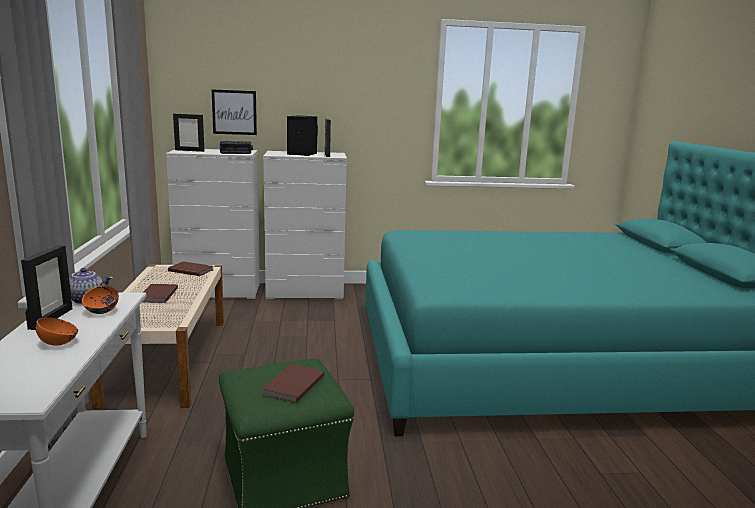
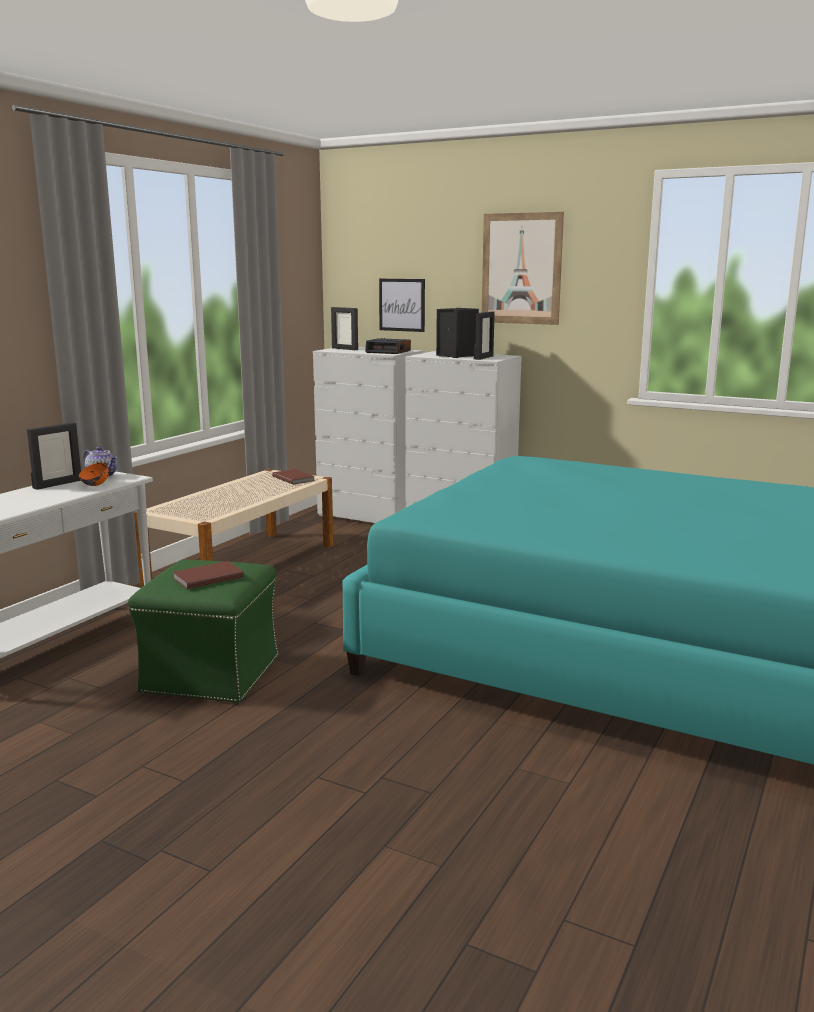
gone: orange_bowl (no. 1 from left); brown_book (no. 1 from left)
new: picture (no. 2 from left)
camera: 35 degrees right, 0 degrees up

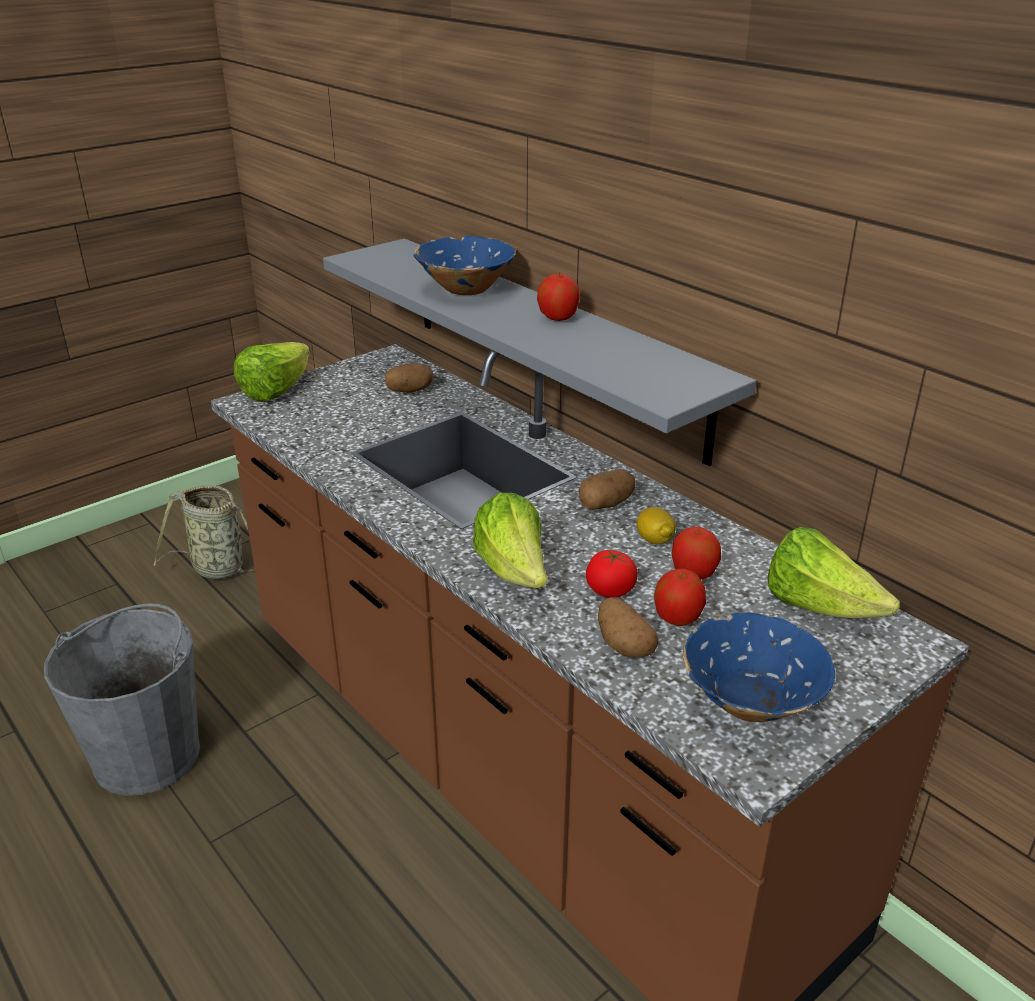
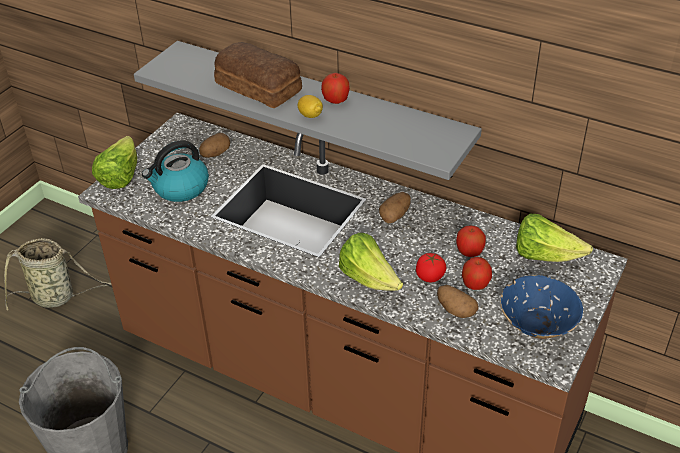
new: kettle
shifted: lemon
swapped: blue_bowl (no. 1 from left) to bread
camera: 20 degrees left, 10 degrees up

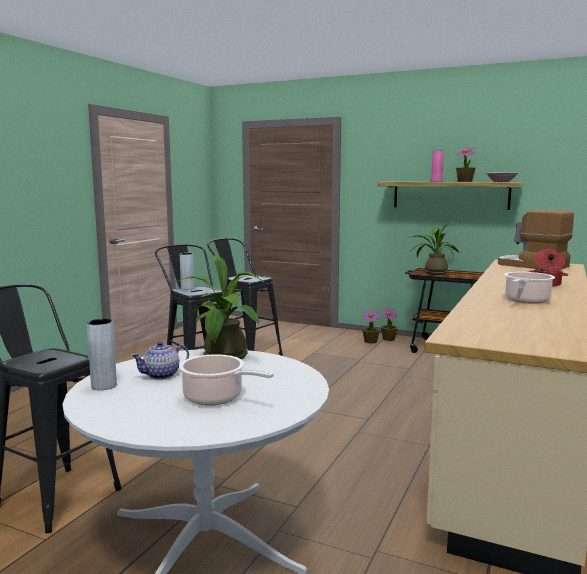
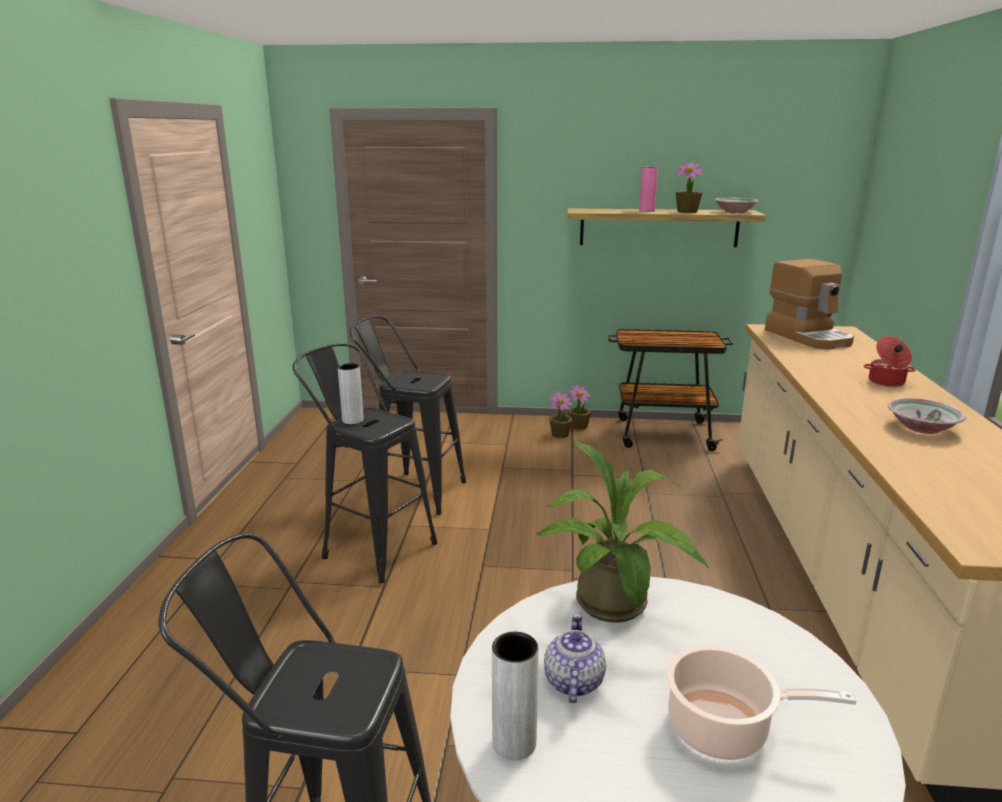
gone: potted_plant (no. 4 from left)
swapped: cooking_pot (no. 2 from left) to bowl (no. 2 from left)
rotated: teapot 150 degrees clockwise; coffee_machine 135 degrees counterclockwise
camera: 20 degrees left, 10 degrees up

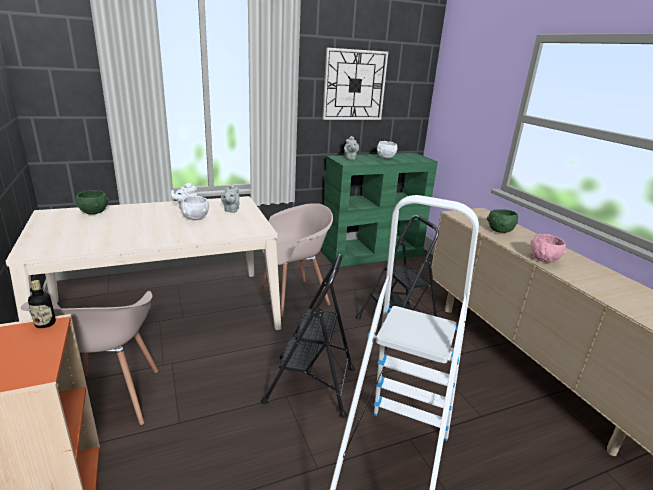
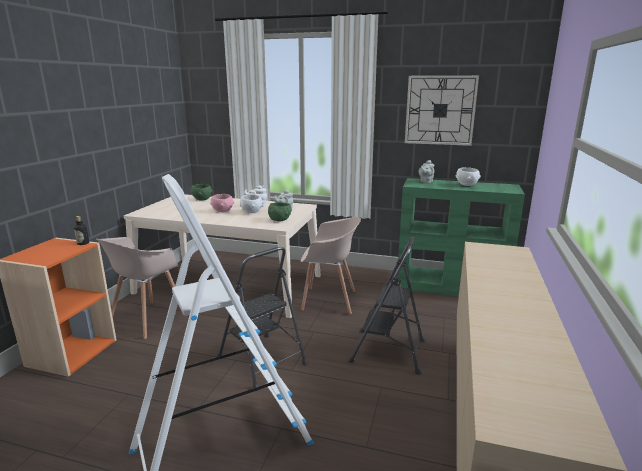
shifted: pink_bowl; green_bowl (no. 2 from left)
camera: 40 degrees right, 5 degrees down

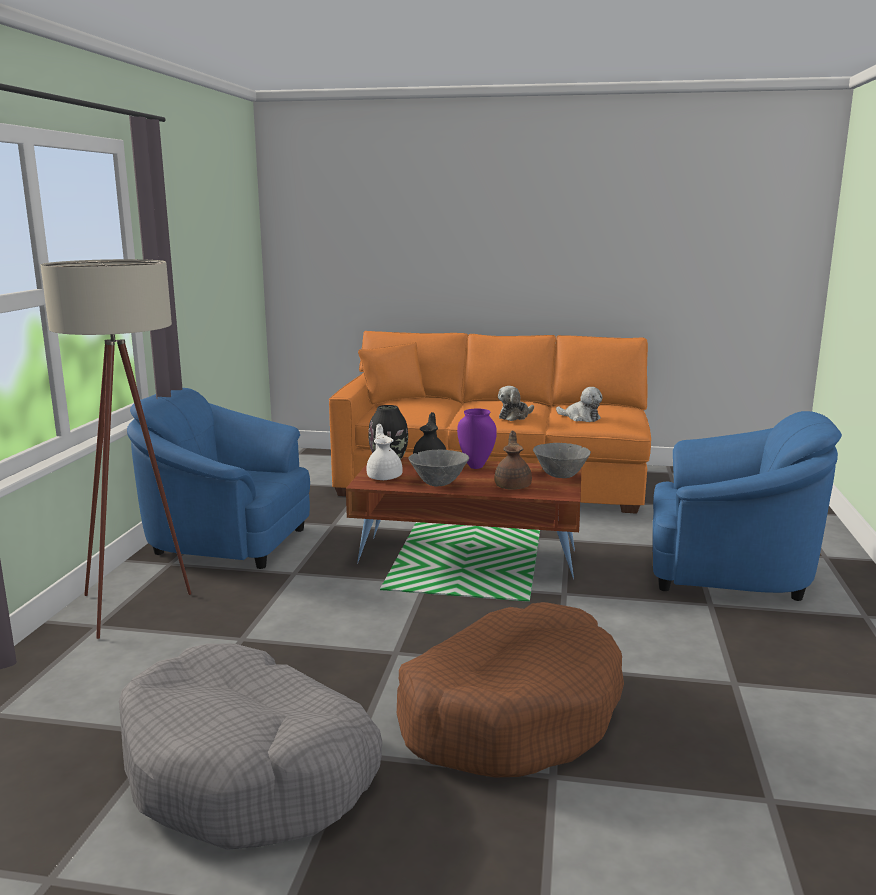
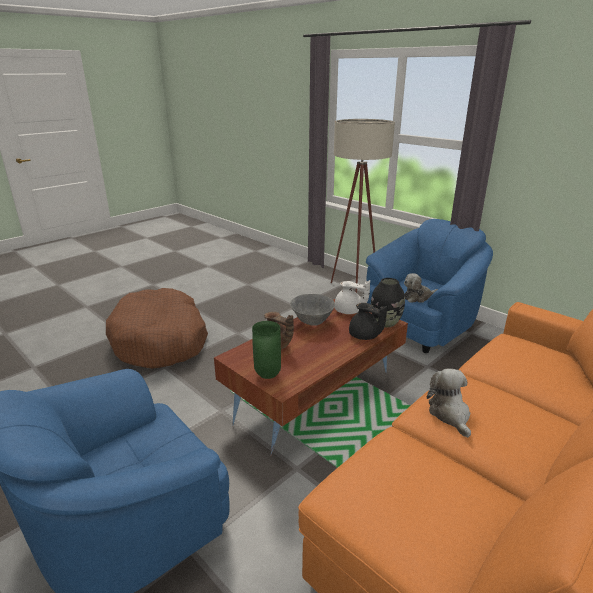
gone: grey_dog_bed; purple_vase
shifted: plush_toy (no. 2 from left in the first image) to plush_toy (no. 1 from left)
swapped: grey_bowl (no. 2 from left) to green_vase
camera: 125 degrees right, 10 degrees up

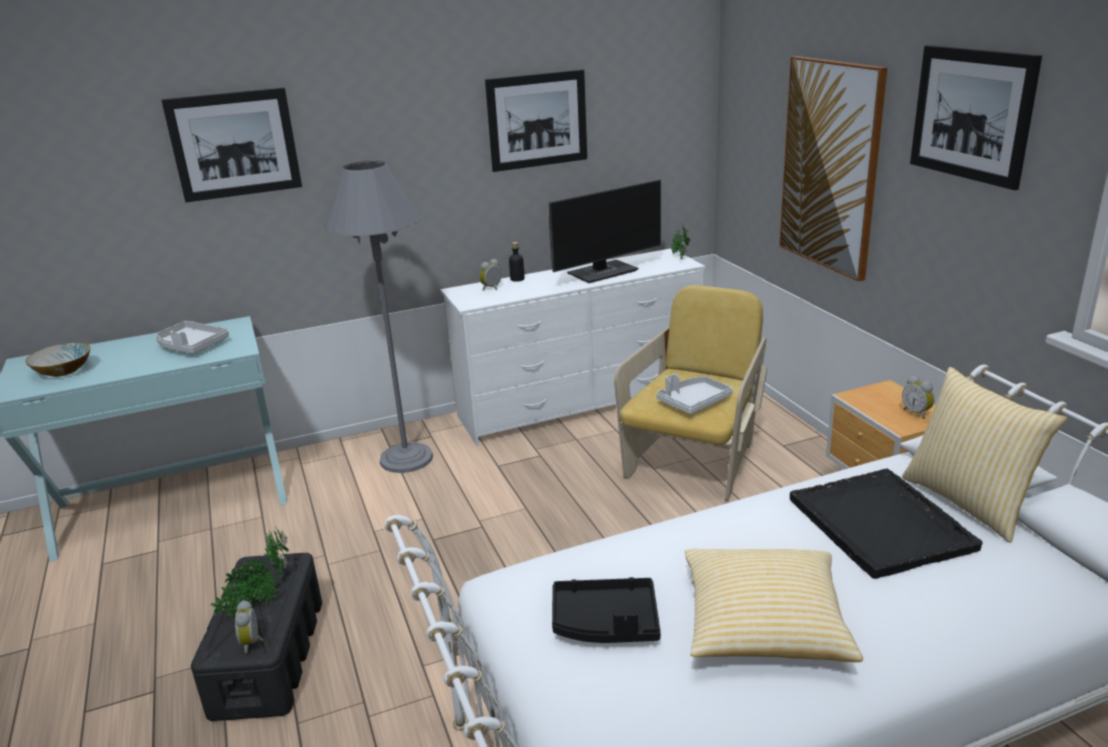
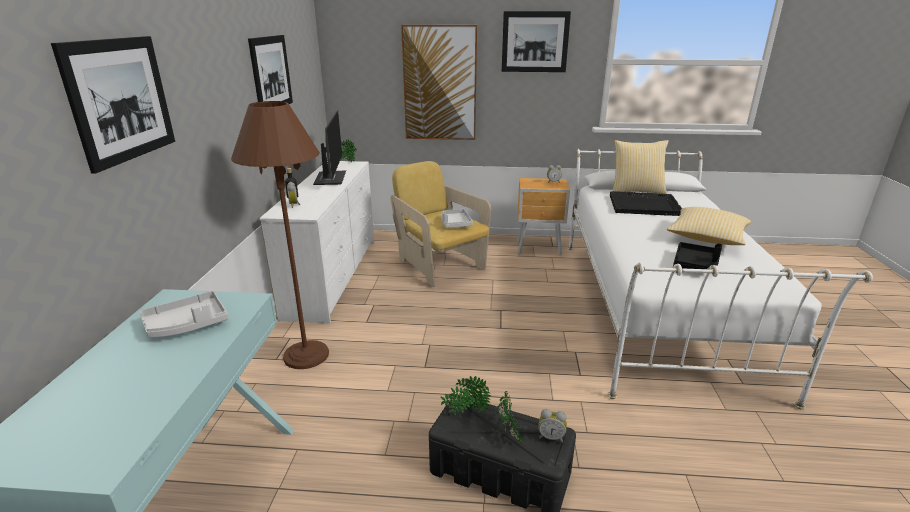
gone: bowl
repainted: grey_floor_lamp to brown_floor_lamp
camera: 65 degrees left, 0 degrees up

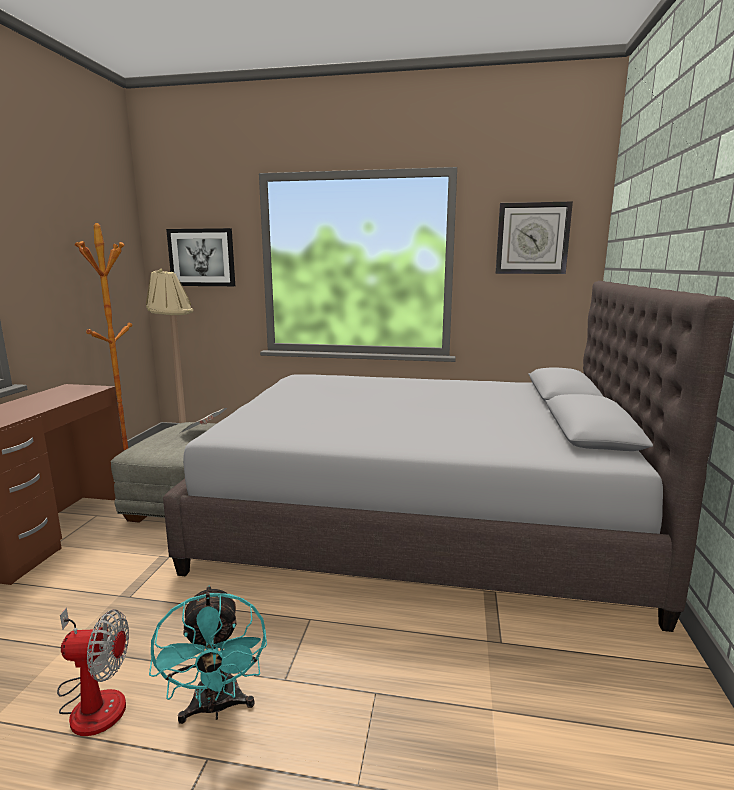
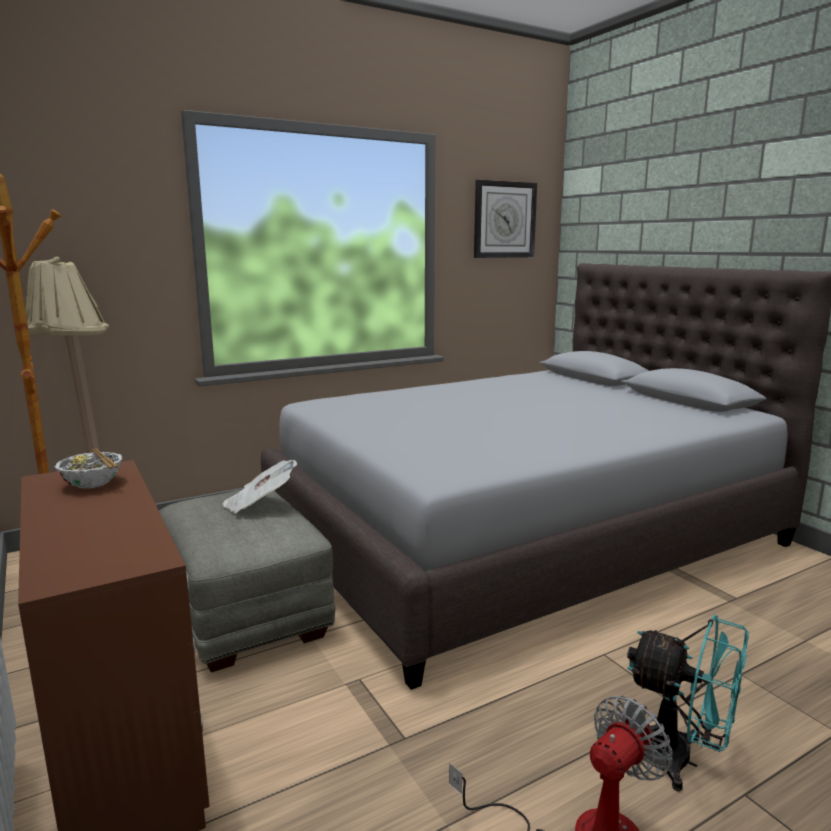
gone: picture
new: bowl
camera: 40 degrees left, 0 degrees up

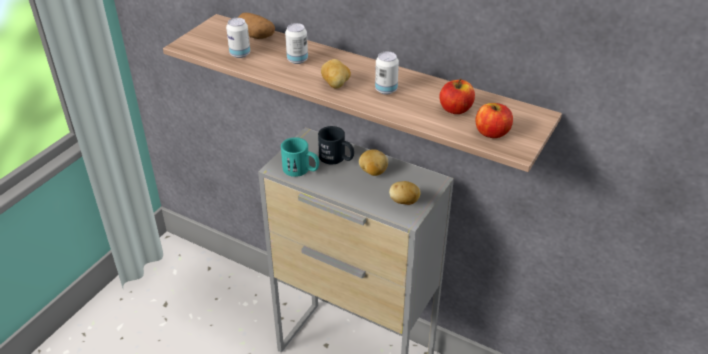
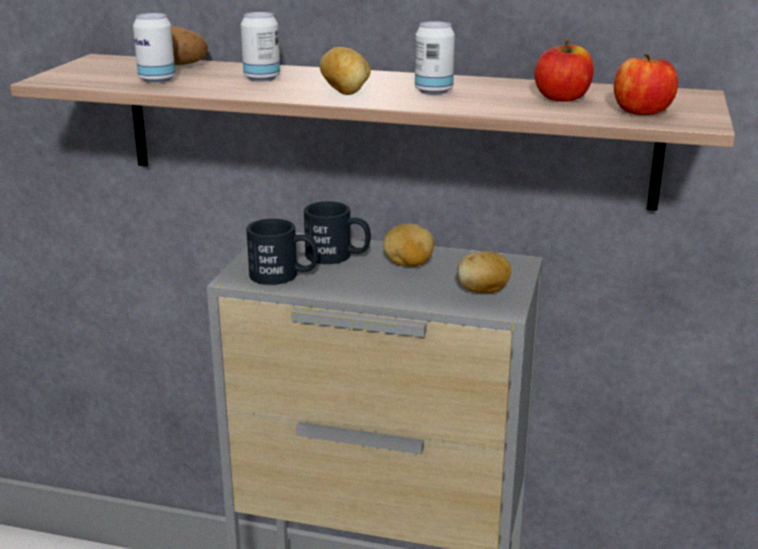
repainted: turquoise_mug to black_mug (no. 1 from left)
camera: 15 degrees left, 15 degrees down

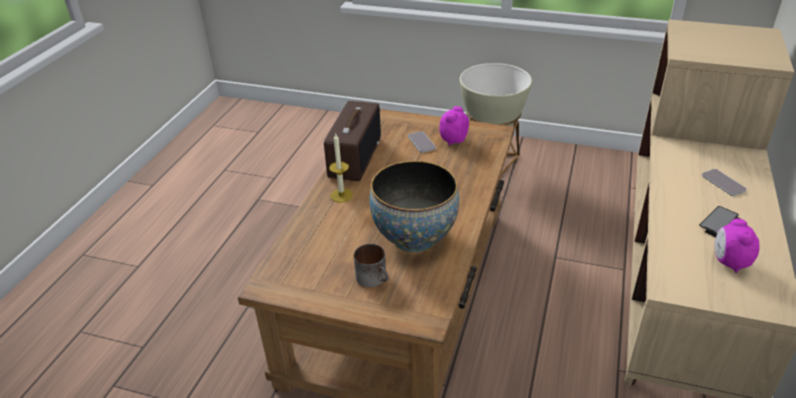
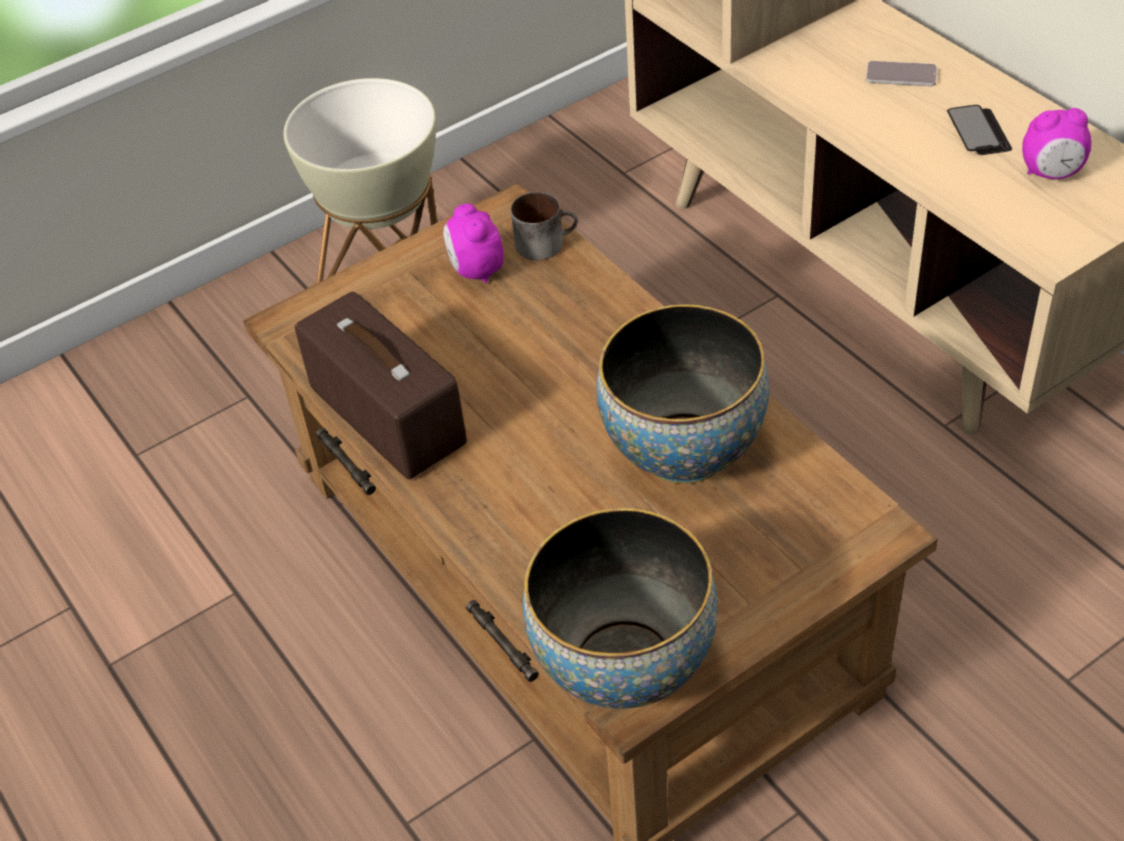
gone: candle; phone (no. 1 from left)
new: bowl (no. 1 from left)
shifted: mug
rotated: alarm_clock (no. 2 from left) 45 degrees counterclockwise
camera: 50 degrees left, 10 degrees up

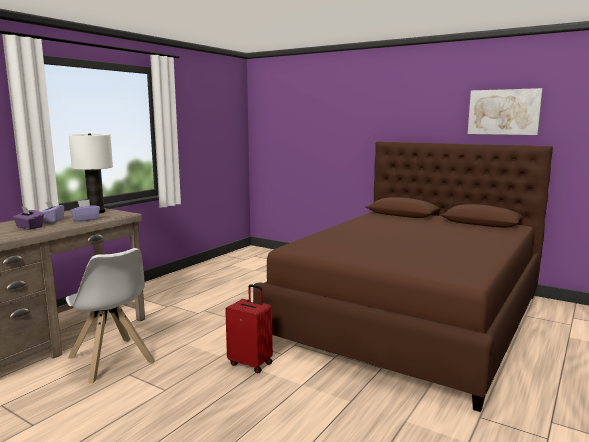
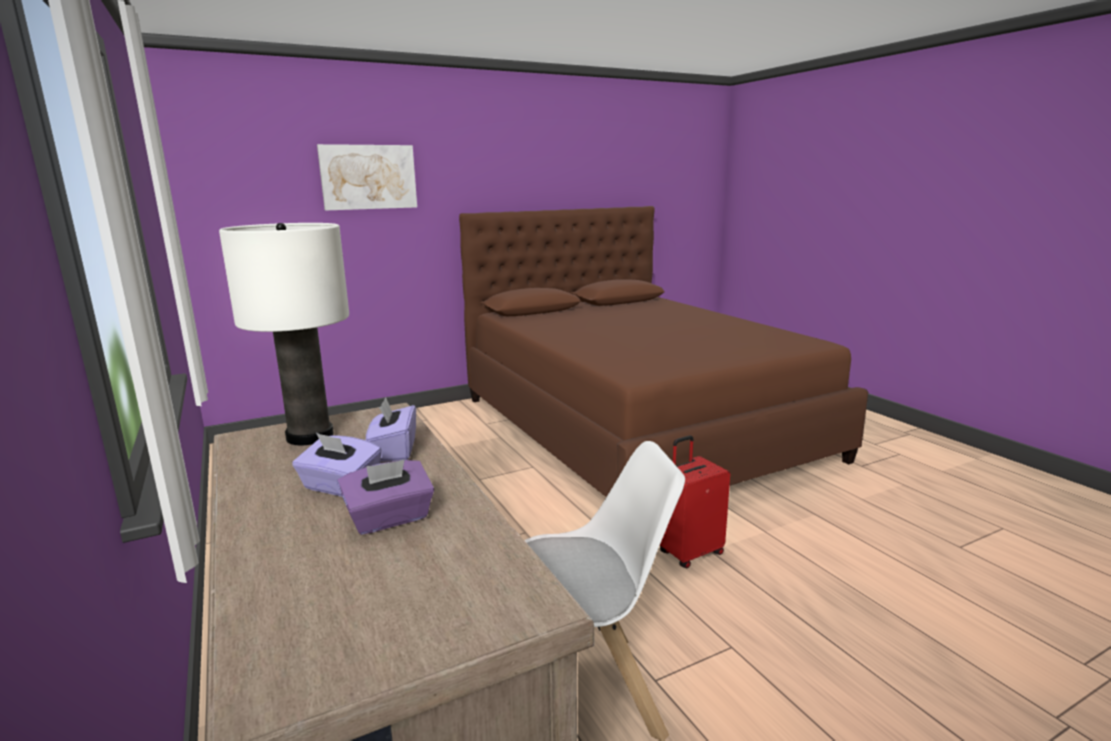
shifted: picture
camera: 60 degrees left, 5 degrees up

